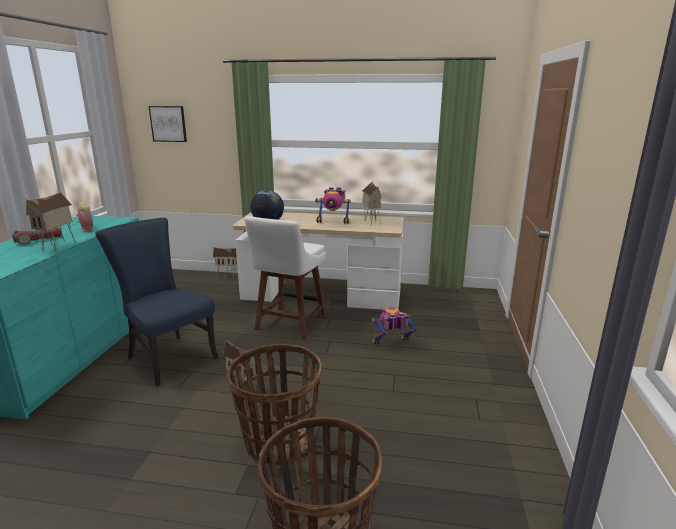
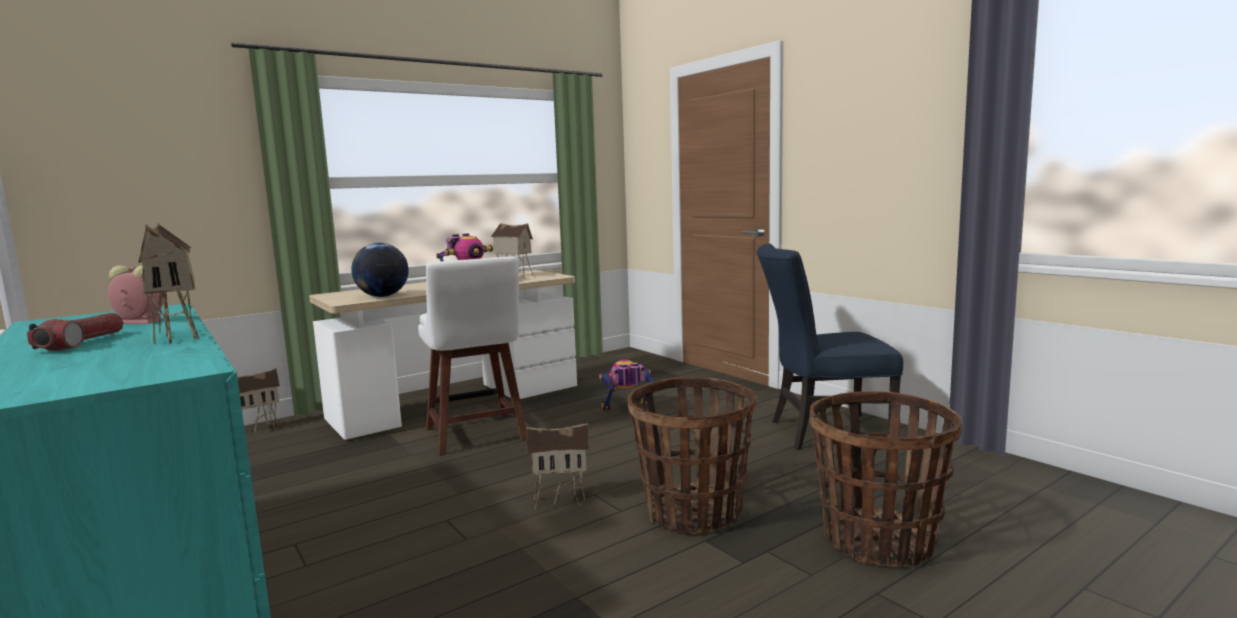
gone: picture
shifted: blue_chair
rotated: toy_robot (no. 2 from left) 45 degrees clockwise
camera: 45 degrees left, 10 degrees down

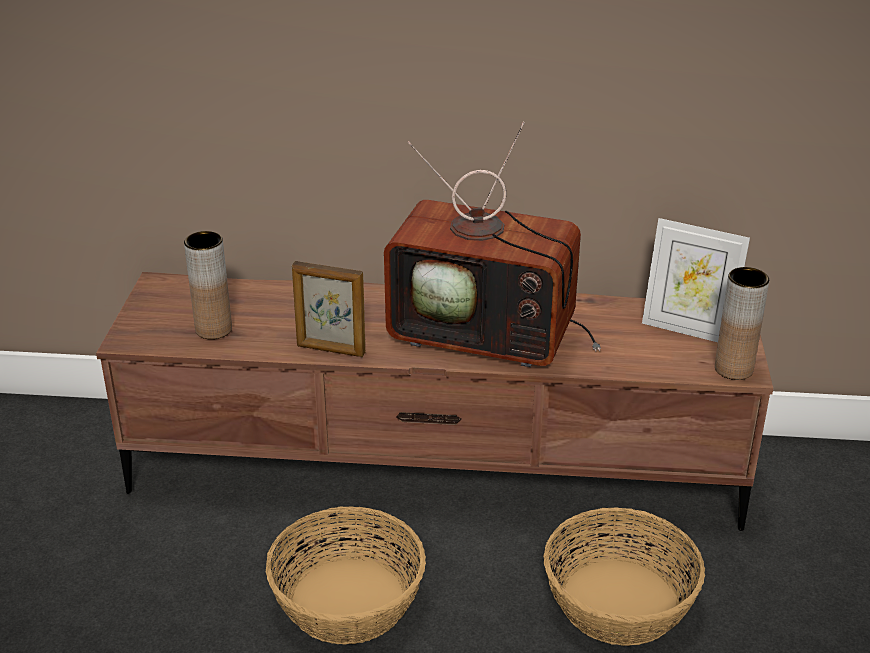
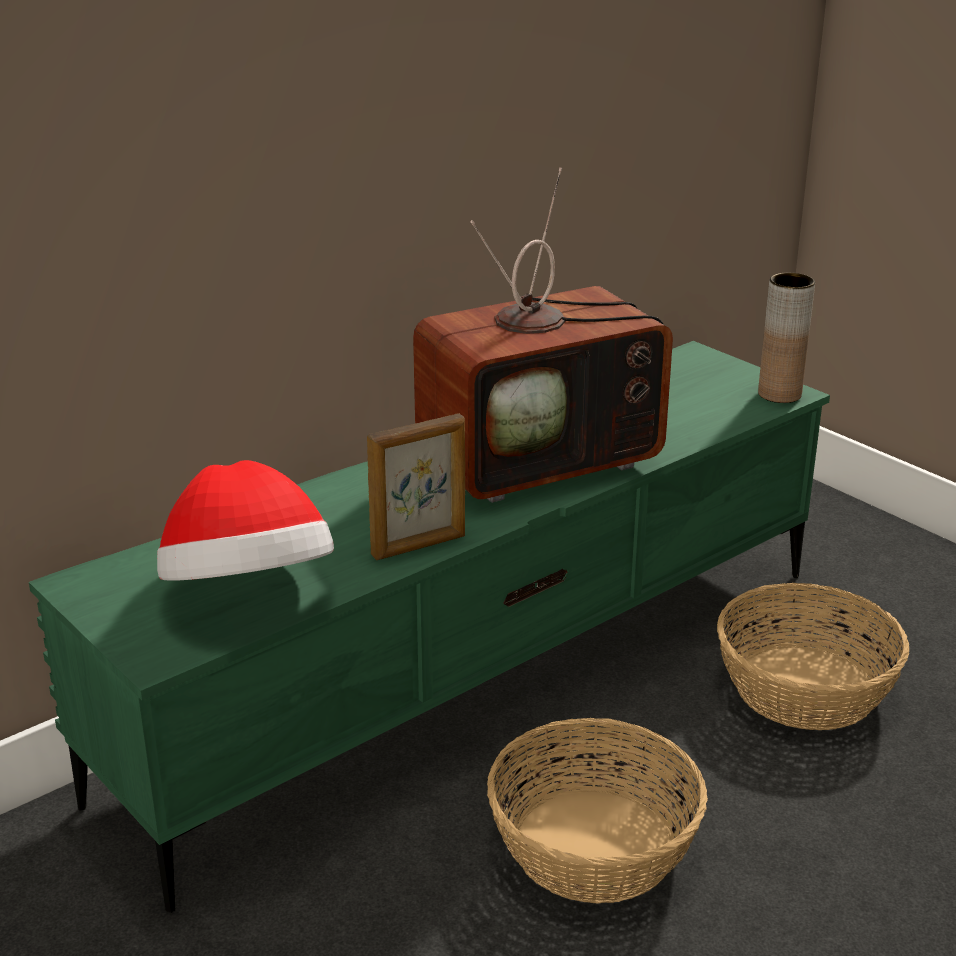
gone: picture_frame (no. 2 from left)
swapped: brown_vase (no. 1 from left) to hat
repainted: brown_tv_stand to green_tv_stand
camera: 45 degrees left, 5 degrees down

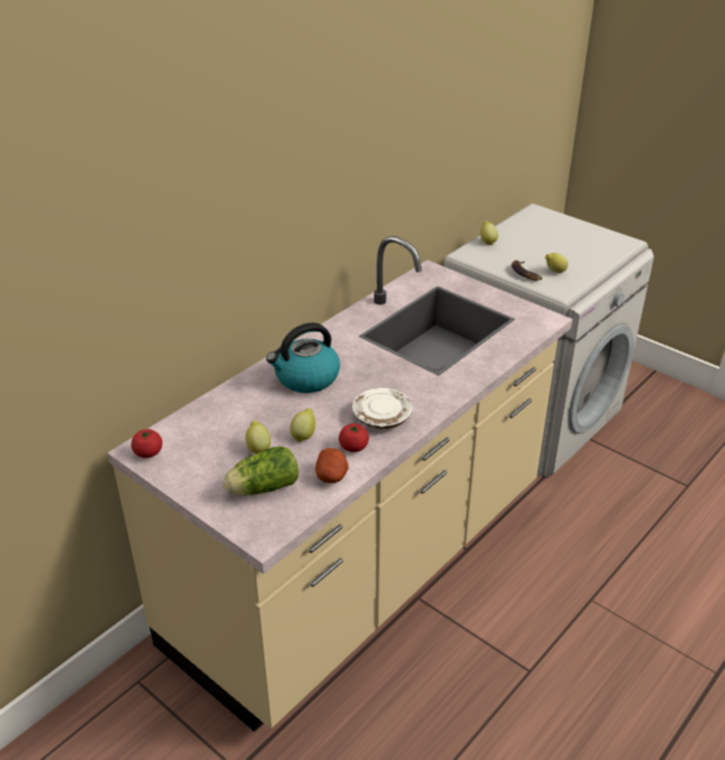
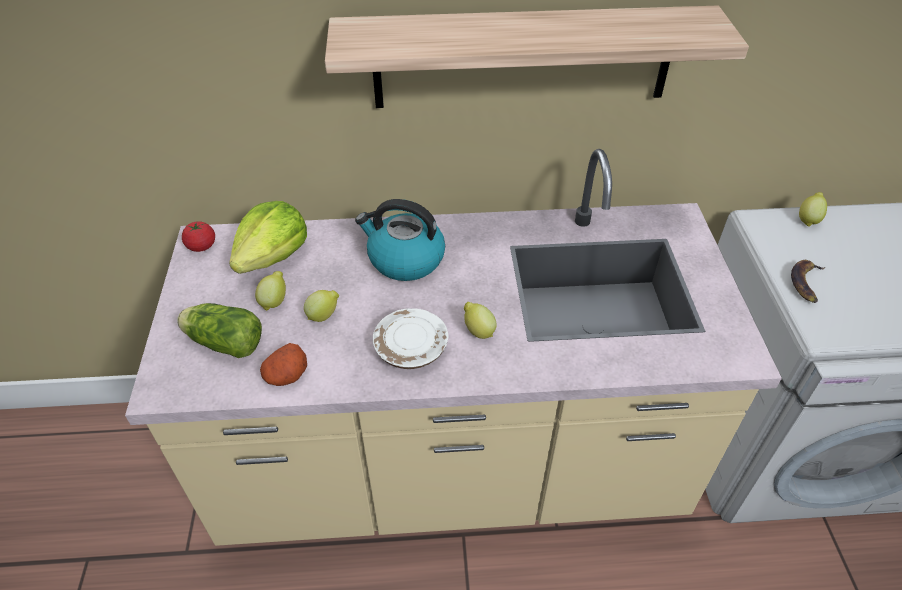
gone: tomato (no. 2 from left)
new: lettuce (no. 2 from left); shelf
shifted: lemon (no. 4 from left in the first image) to lemon (no. 3 from left)
camera: 45 degrees right, 10 degrees up

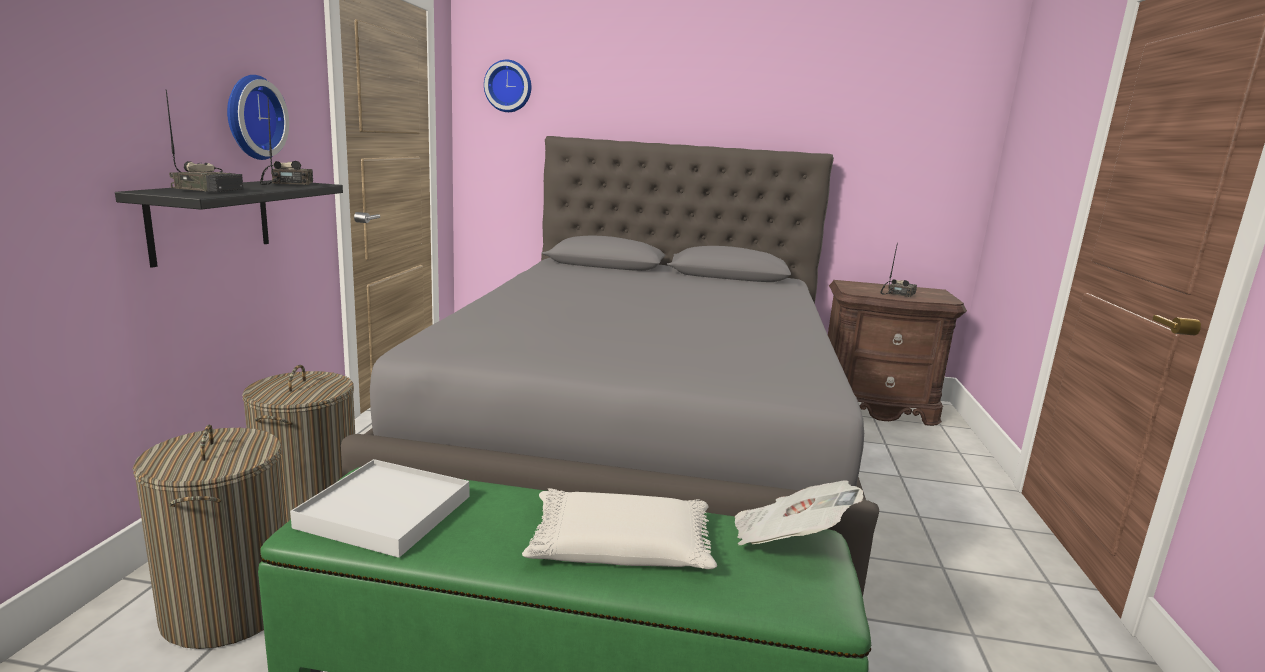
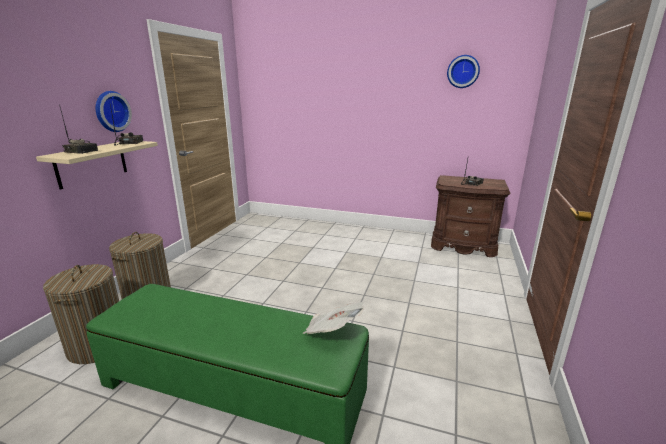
gone: white_tray; grey_bed; white_pillow
shifted: wall_clock (no. 2 from left)
repainted: black_shelf to beige_shelf
camera: 10 degrees right, 5 degrees up

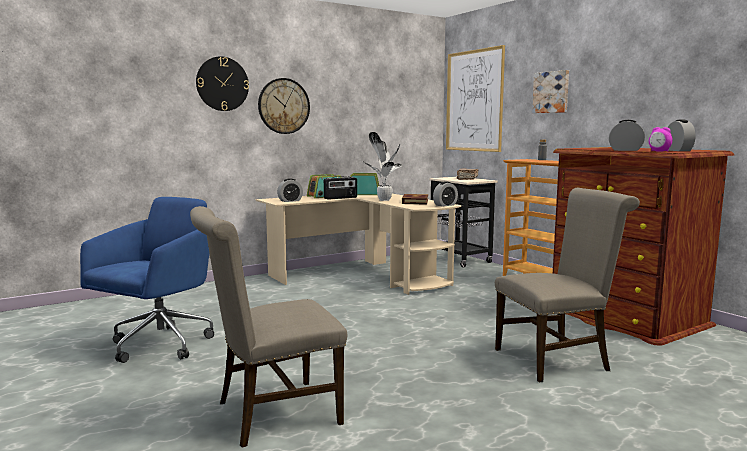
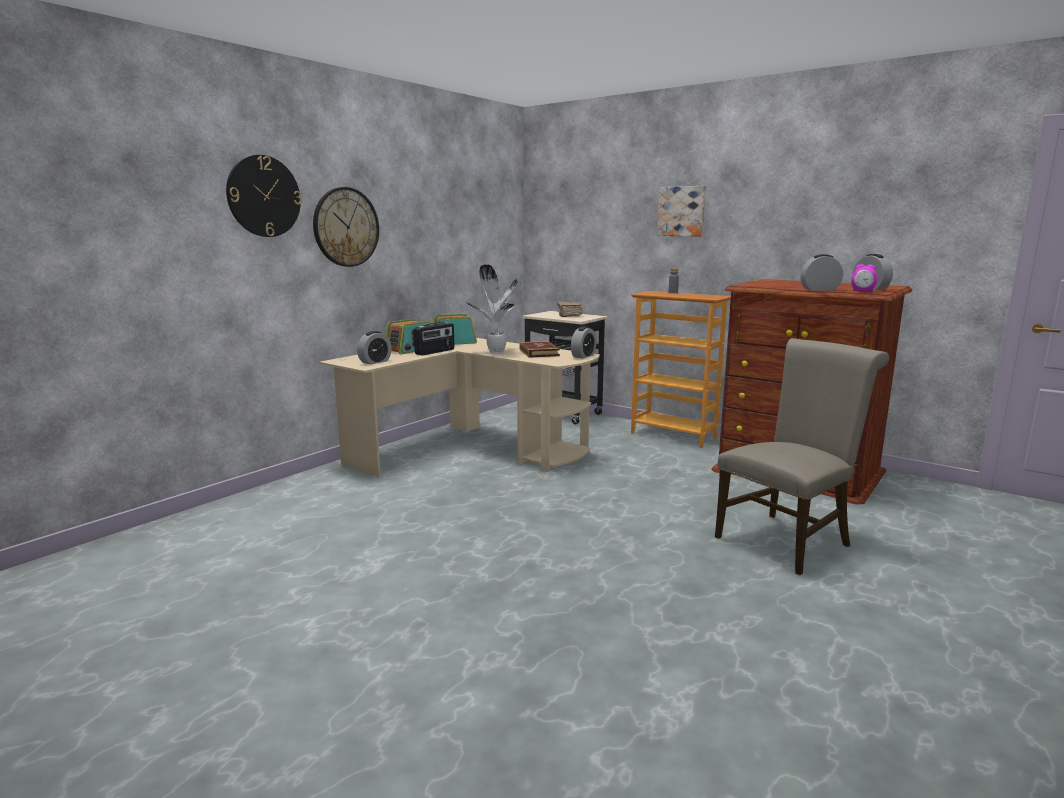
gone: blue_office_chair; beige_chair (no. 1 from left); picture (no. 1 from left)
camera: 20 degrees left, 5 degrees up

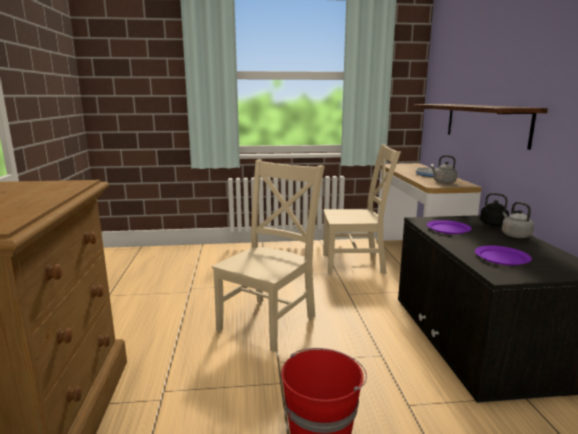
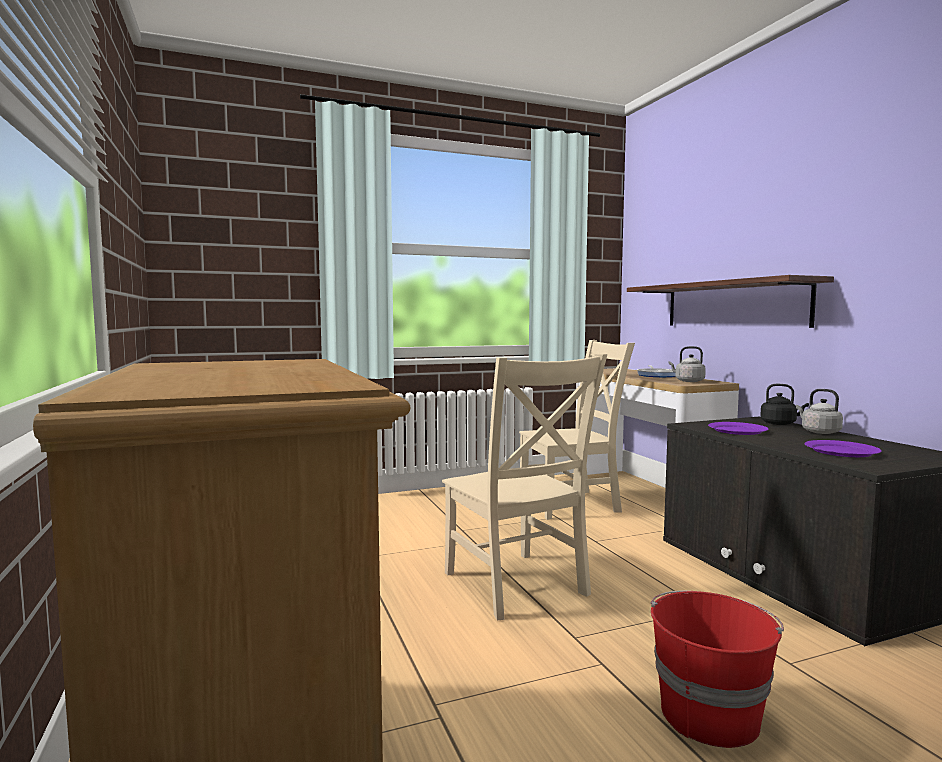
rotated: beige_chair (no. 1 from left) 135 degrees clockwise
camera: 15 degrees left, 10 degrees down

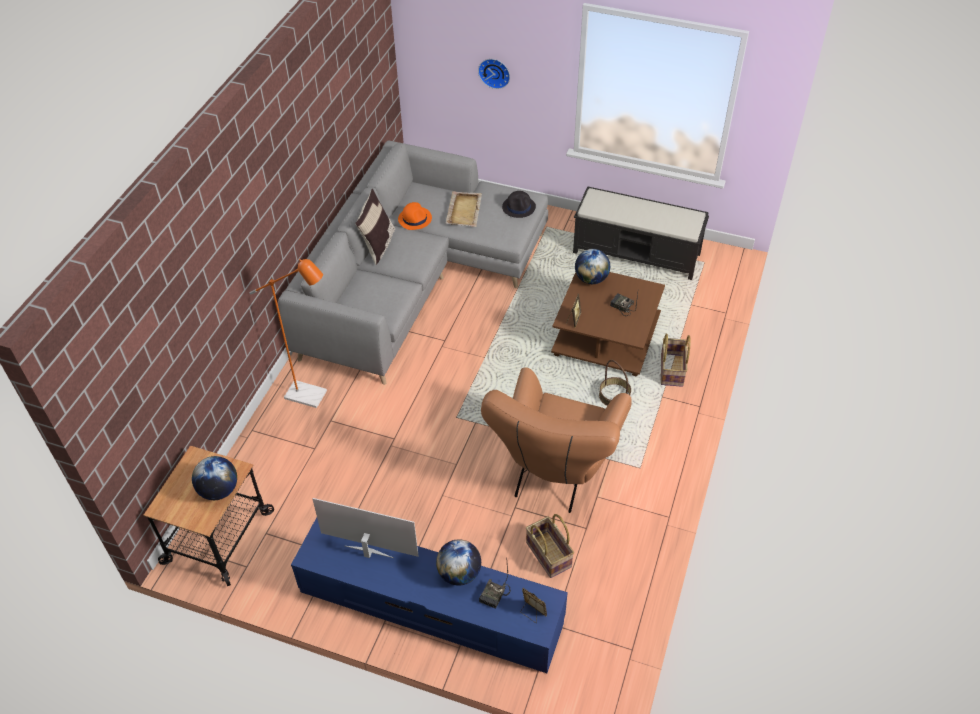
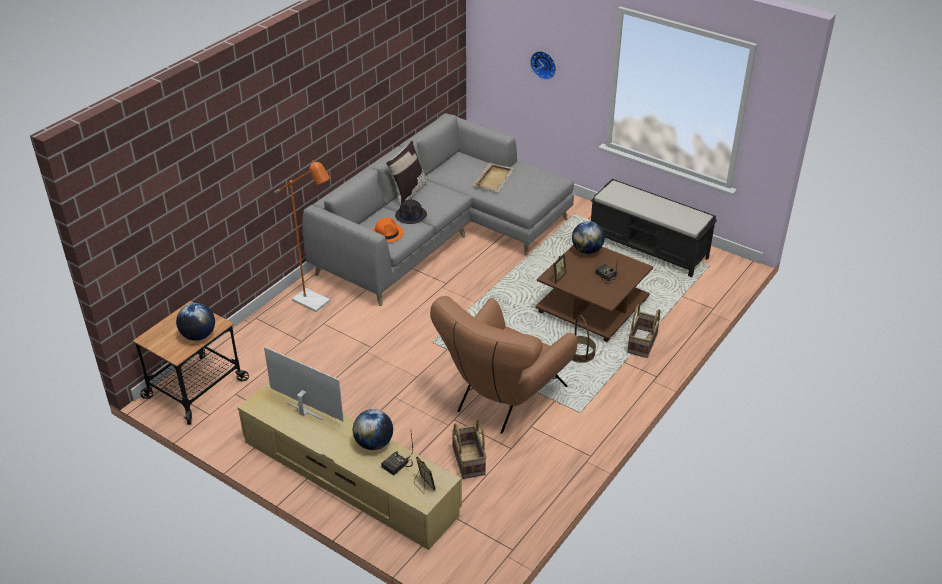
shifted: orange_hat; black_hat
repainted: blue_tv_stand to beige_tv_stand
camera: 15 degrees right, 10 degrees down

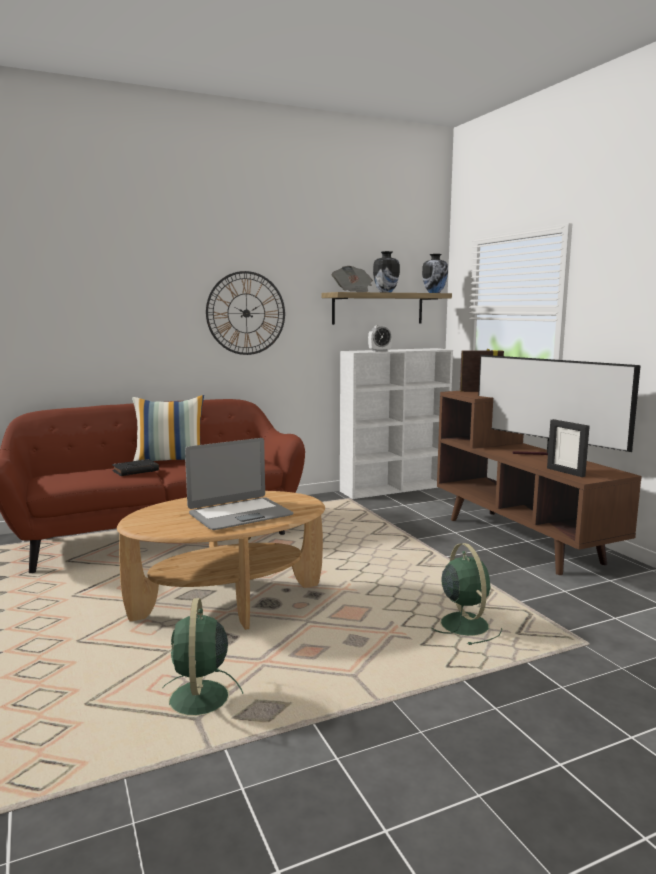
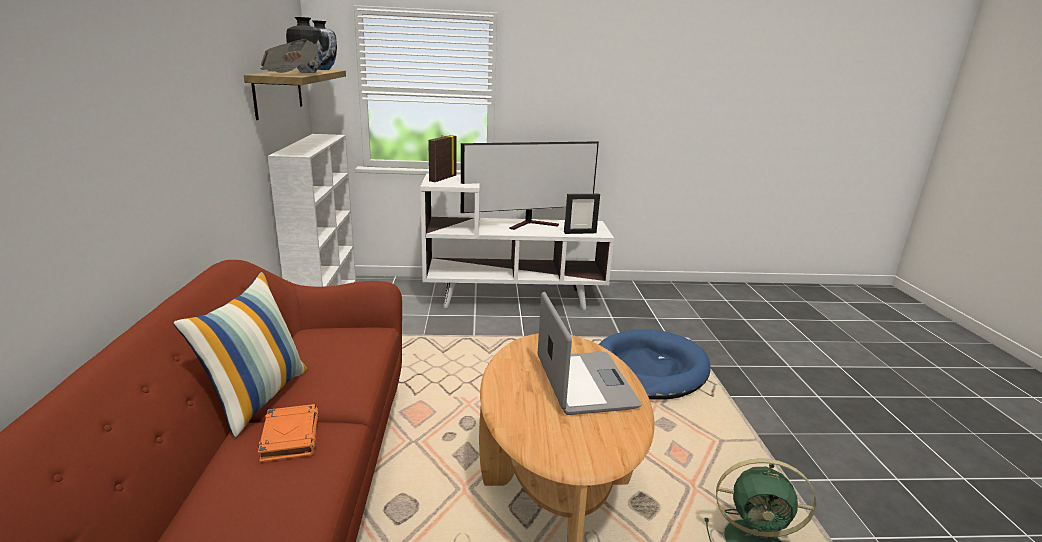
gone: wall_clock; alarm_clock
swapped: green_fan (no. 2 from left) to blue_dog_bed
repainted: black_book to orange_book; brown_tv_stand to white_tv_stand
camera: 70 degrees left, 10 degrees up

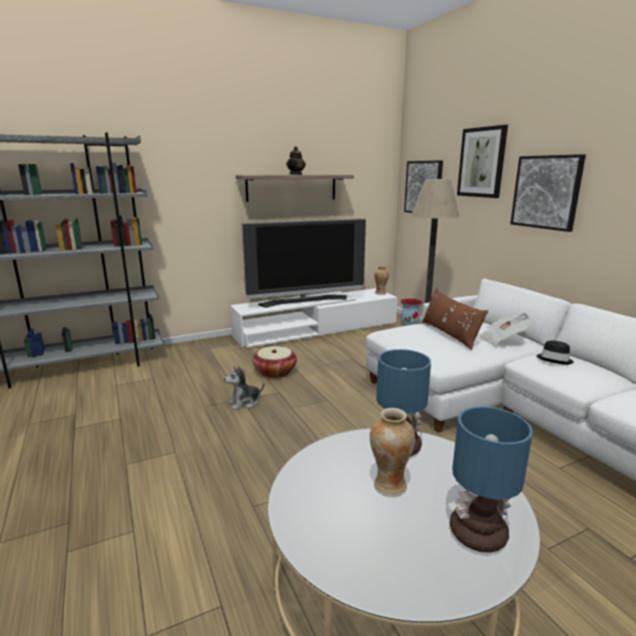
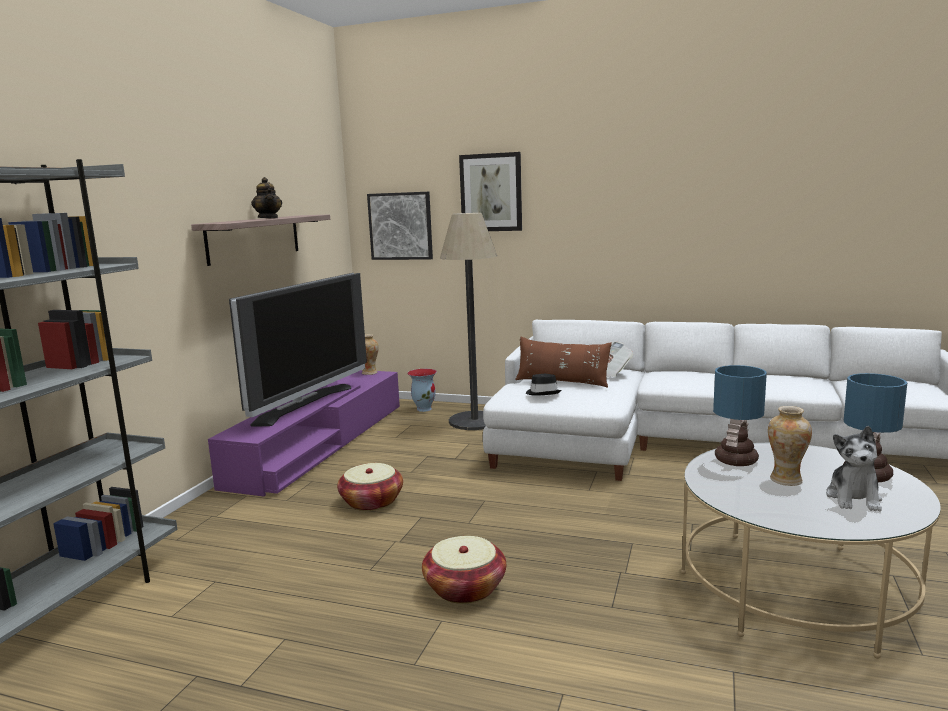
gone: picture (no. 3 from left)
new: basket (no. 2 from left)
shifted: black_hat; plush_toy
repainted: white_tv_stand to purple_tv_stand
camera: 45 degrees left, 5 degrees down

